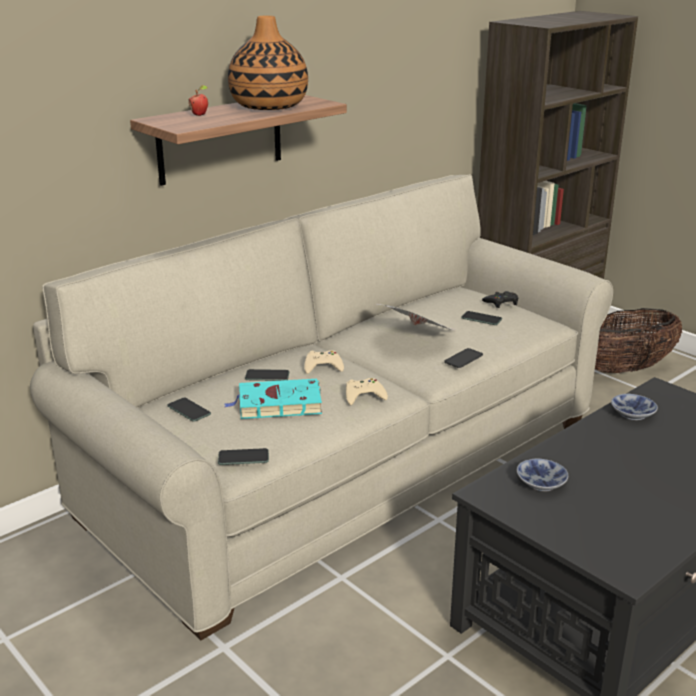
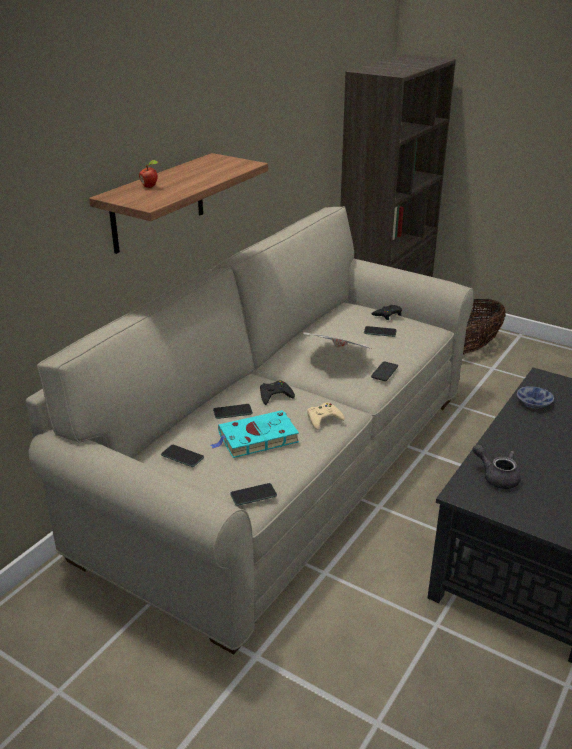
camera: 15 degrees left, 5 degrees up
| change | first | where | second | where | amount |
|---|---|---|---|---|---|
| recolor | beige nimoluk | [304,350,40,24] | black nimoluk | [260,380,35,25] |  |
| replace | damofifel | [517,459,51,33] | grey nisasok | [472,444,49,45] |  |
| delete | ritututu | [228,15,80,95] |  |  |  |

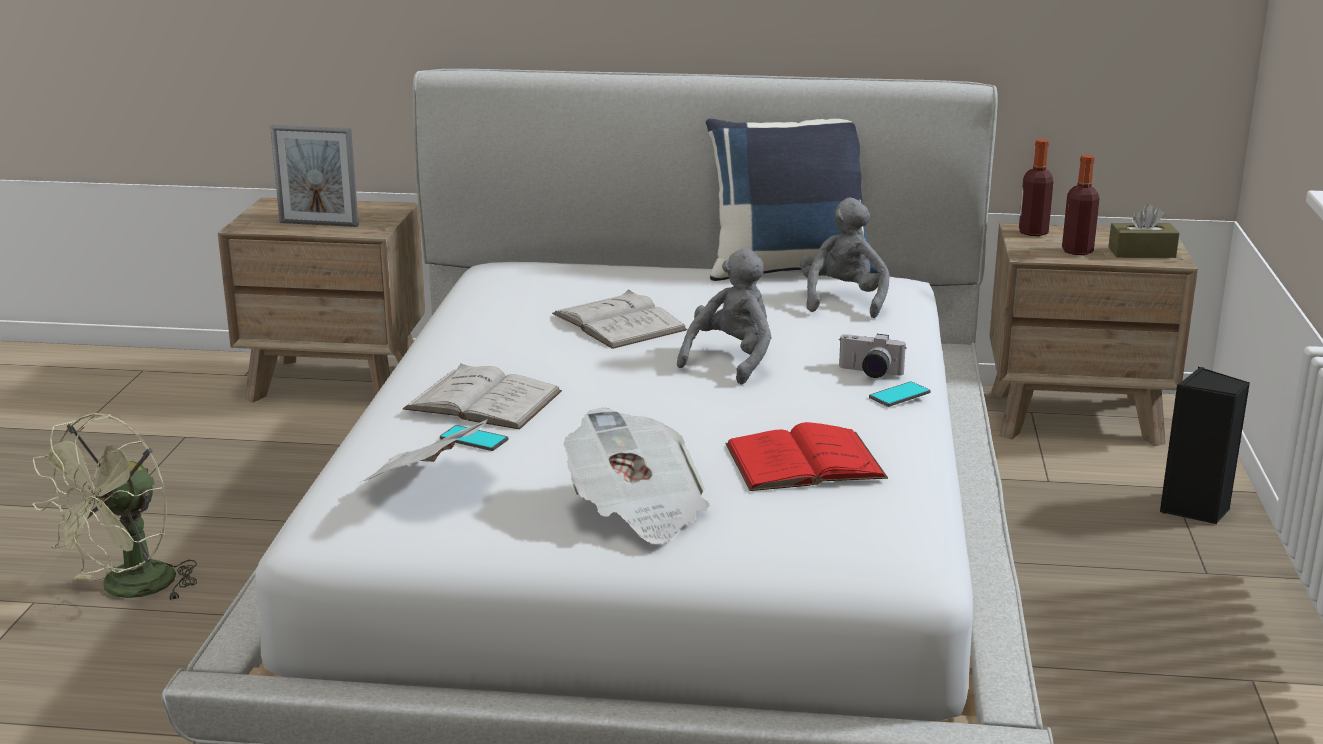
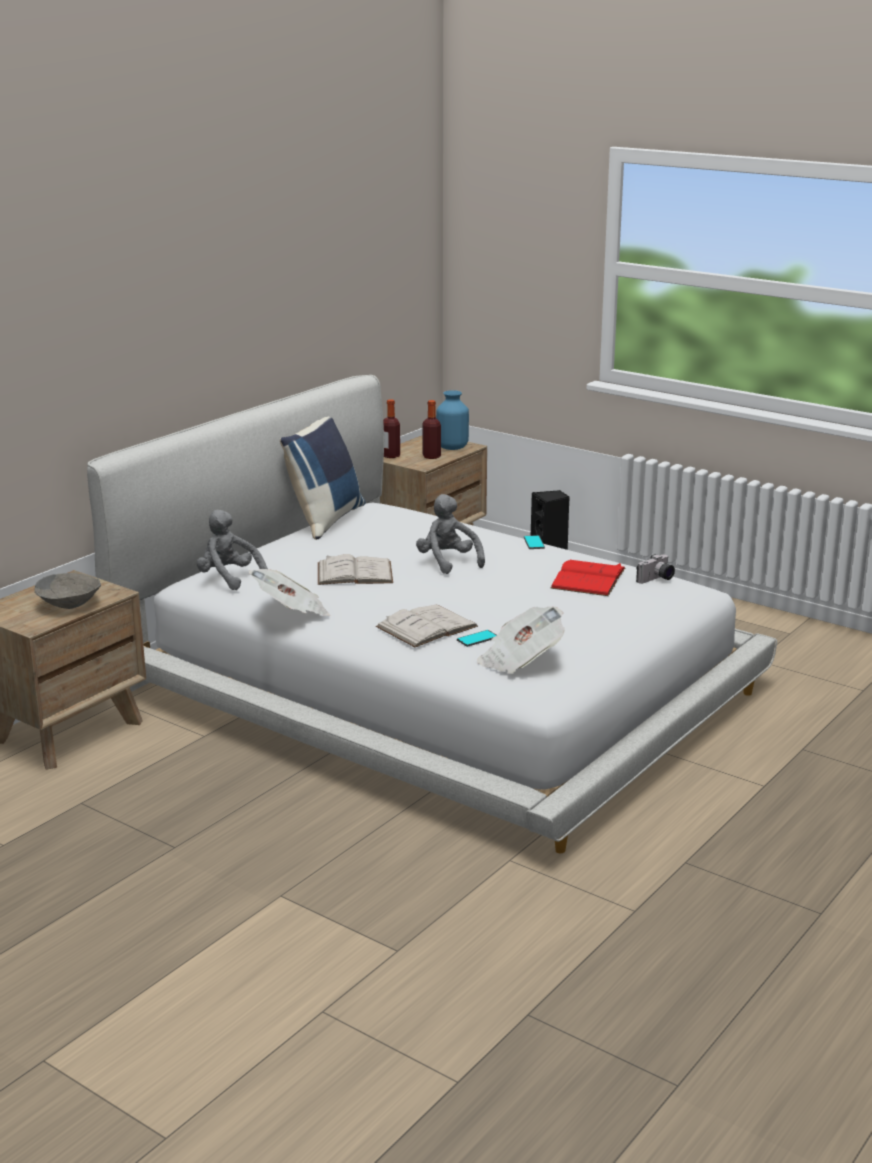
camera: 60 degrees left, 0 degrees up
| change | first | where | second | where | amount |
|---|---|---|---|---|---|
| replace | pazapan | [270,125,89,102] | grey damofifel | [34,573,67,36] |  |
| move | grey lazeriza | [800,198,89,120] |  | [196,510,72,80] |  |
| move | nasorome | [563,408,147,136] |  | [248,569,82,47] |  |
| replace | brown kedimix | [1108,204,71,54] | blue ritututu | [436,390,33,60] |  |
| move | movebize | [839,334,67,44] |  | [636,554,39,30] |  |
| delete | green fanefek | [33,413,164,189] |  |  |  |

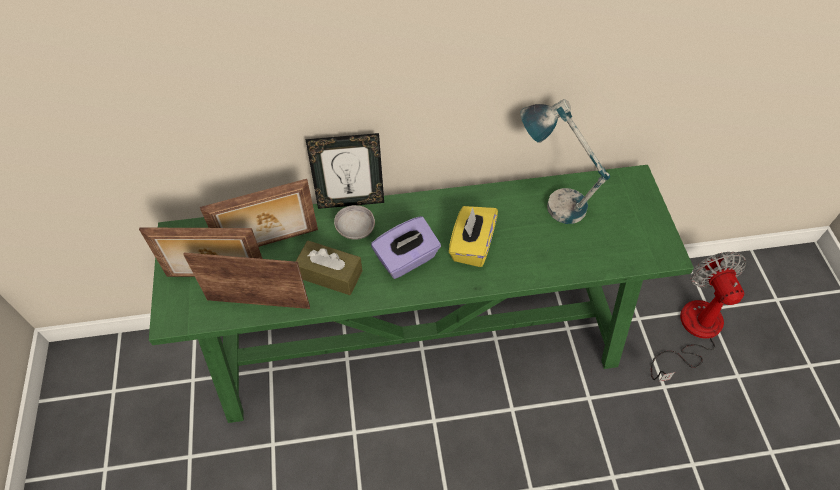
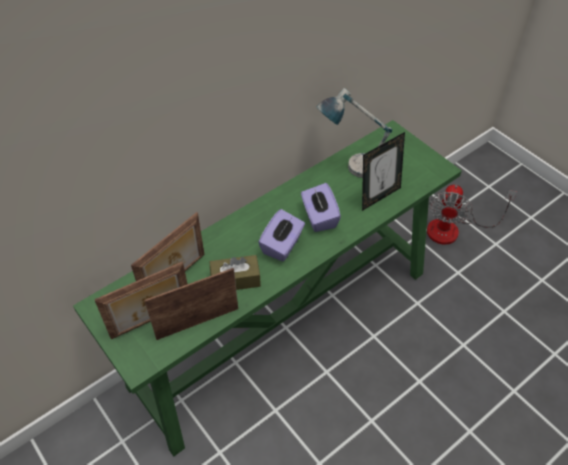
camera: 30 degrees left, 5 degrees down
| change | first | where | second | where | amount |
|---|---|---|---|---|---|
| recolor | yellow kedimix | [449,206,49,61] | purple kedimix | [301,183,40,49] |  |
| move | pazapan | [305,133,79,76] |  | [362,132,43,79] |  |
| rotate | fanefek | [651,252,95,130] |  | [427,185,90,60] | 120 degrees counterclockwise |
| delete | grey damofifel | [334,205,41,35] |  |  |  |

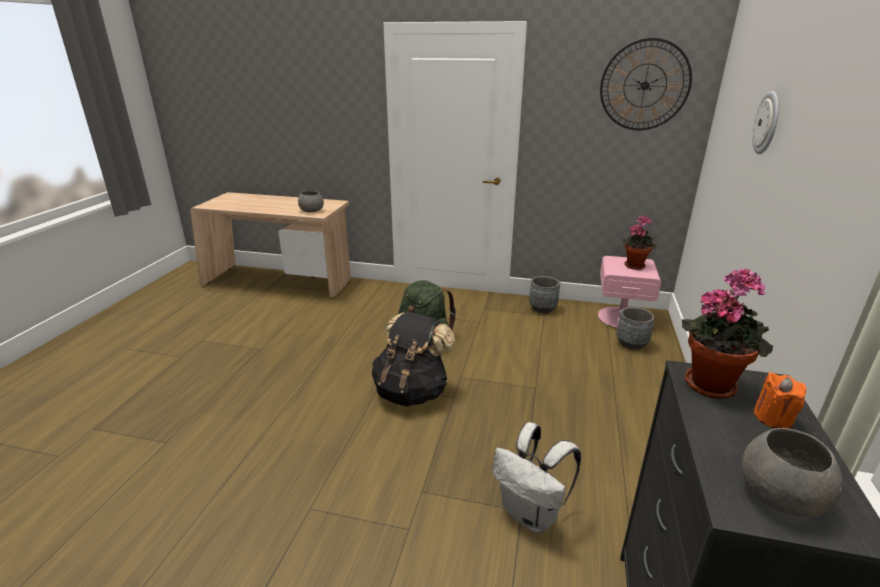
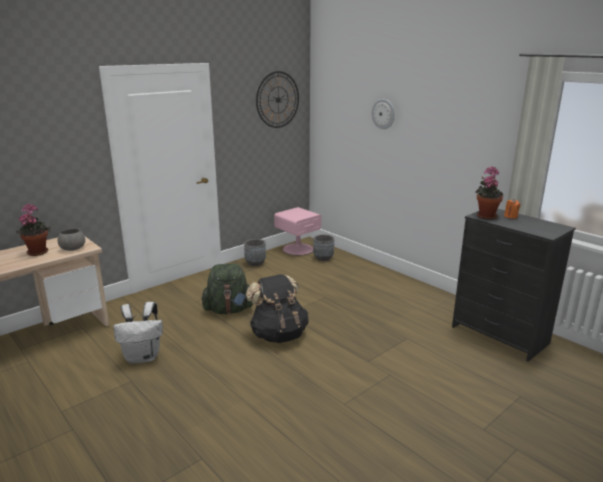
camera: 55 degrees left, 5 degrees down
| change | first | where | second | where | amount |
|---|---|---|---|---|---|
| move | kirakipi | [622,215,35,55] |  | [16,204,35,52] |  |
| move | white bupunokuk | [492,422,89,111] |  | [113,302,50,62] |  |
| delete | grey damofifel | [742,428,101,90] |  |  |  |

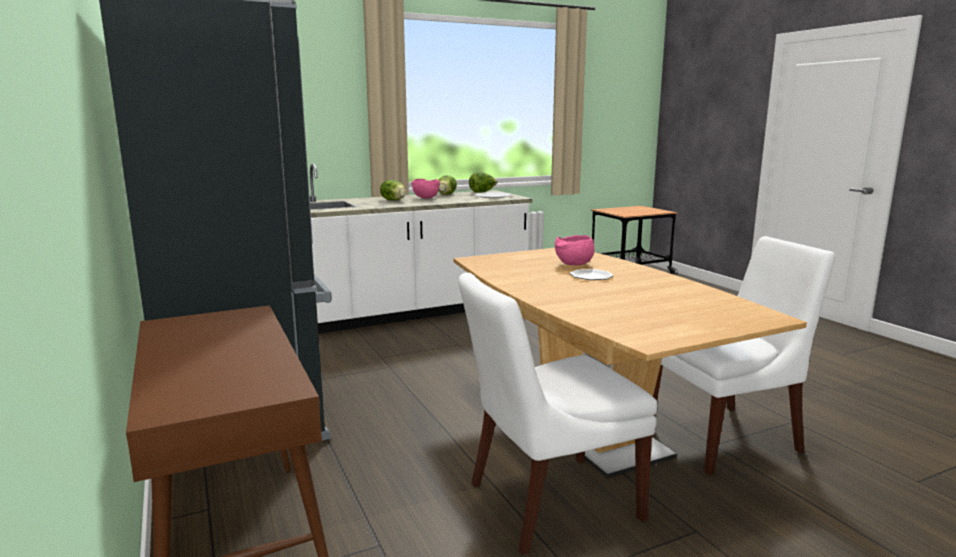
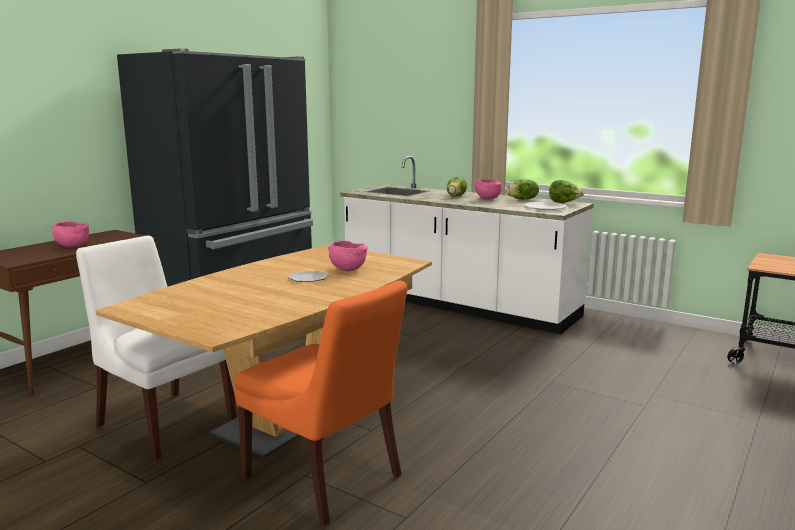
camera: 60 degrees right, 0 degrees up
| change | first | where | second | where | amount |
|---|---|---|---|---|---|
| insert |  |  | pink damofifel | [52,221,37,27] |  |
| recolor | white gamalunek | [653,236,182,239] | orange gamalunek | [234,281,173,245] |  |

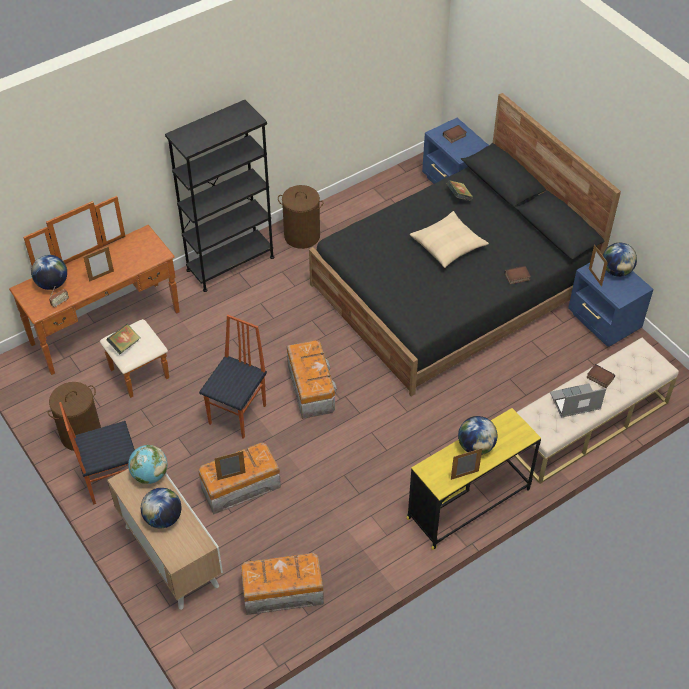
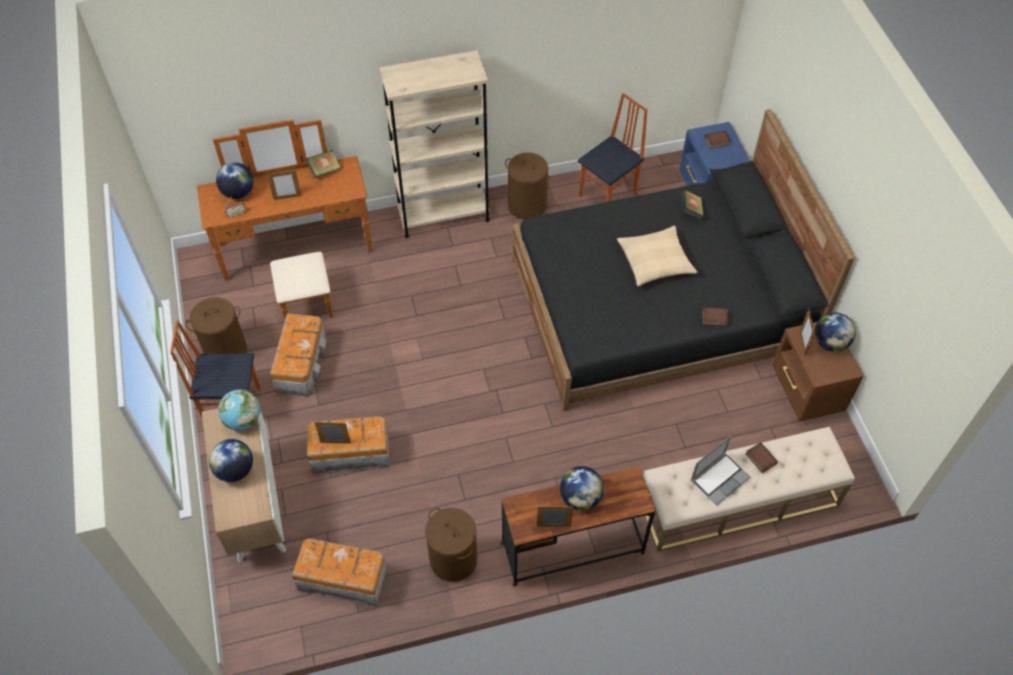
camera: 20 degrees right, 5 degrees up
| change | first | where | second | where | amount |
|---|---|---|---|---|---|
| move | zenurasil | [287,340,50,79] |  | [270,313,57,83] |  |
| move | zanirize | [106,324,34,31] |  | [306,150,35,28] |  |
| recolor | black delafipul | [165,100,109,192] | beige delafipul | [379,50,111,188] |  |
| insert |  |  | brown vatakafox | [425,508,52,74] |  |
| recolor | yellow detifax | [406,408,135,142] | brown detifax | [500,466,155,120] |  |
| move | gamalunek | [199,315,68,124] |  | [578,93,69,109] |  |
| rotate | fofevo | [550,383,56,35] |  | [691,436,60,69] | 135 degrees clockwise |
| recolor | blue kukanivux | [568,263,86,84] | brown kukanivux | [772,322,92,100] |  |

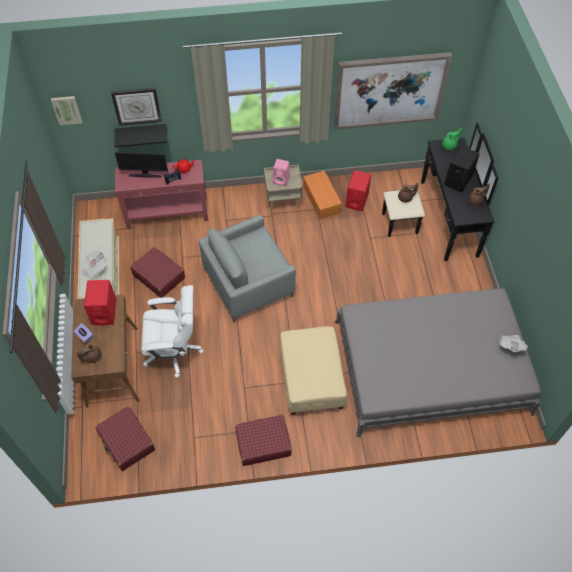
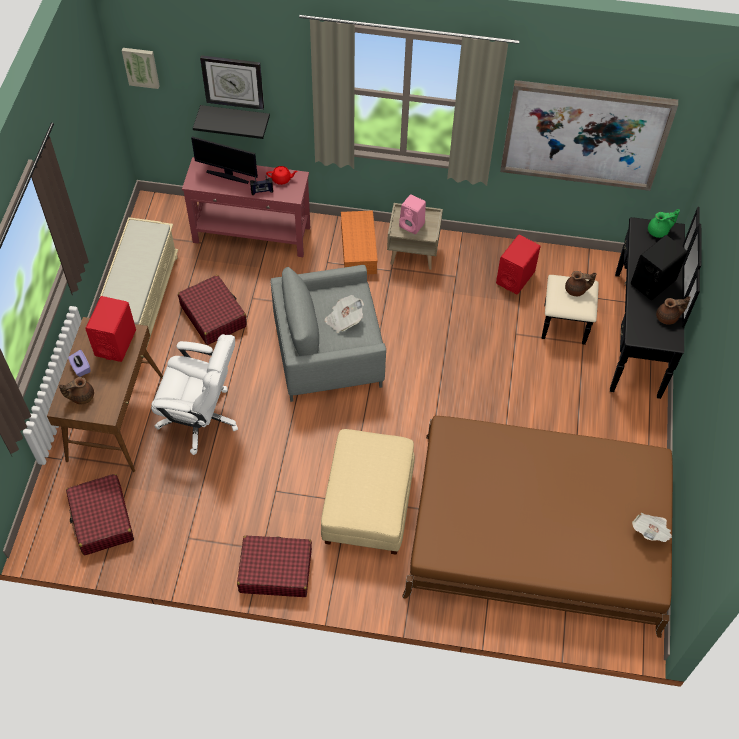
camera: 15 degrees right, 0 degrees up
| change | first | where | second | where | amount |
|---|---|---|---|---|---|
| move | nasorome | [80,250,26,30] |  | [325,295,39,38] |  |
| move | orange zenurasil | [303,171,39,48] |  | [341,210,37,64] |  |
| recolor | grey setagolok | [335,288,206,149] | brown setagolok | [402,416,271,222] |  |

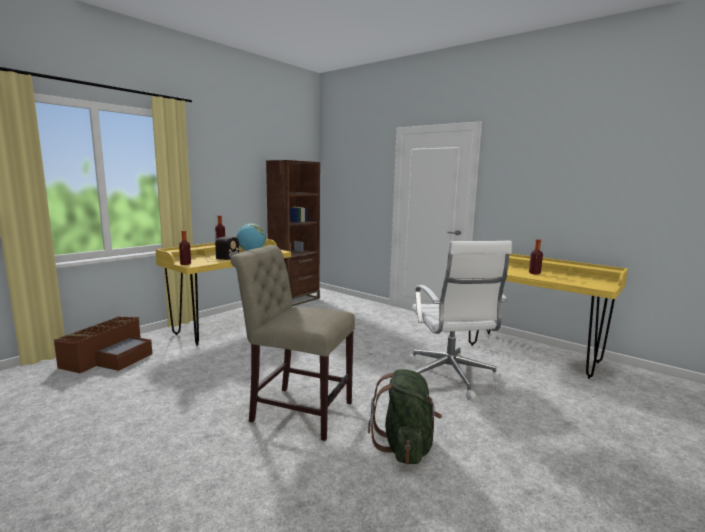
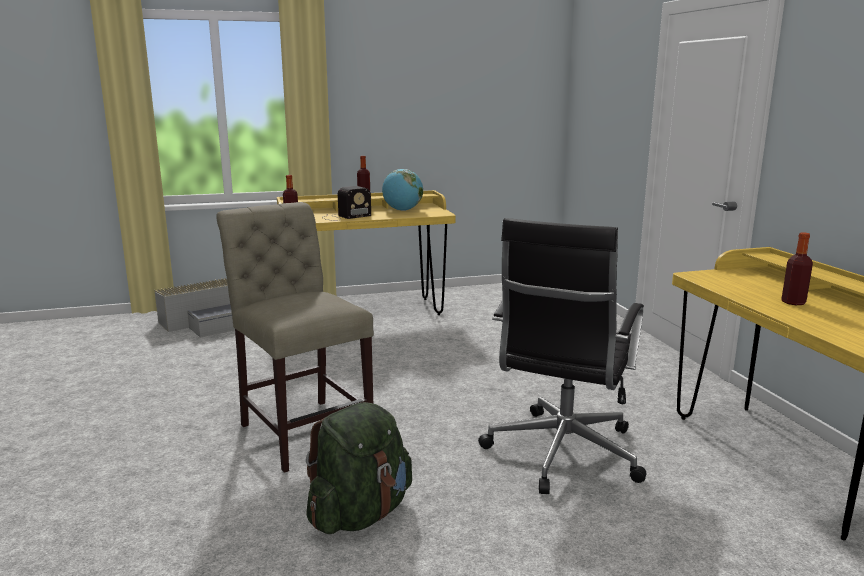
camera: 35 degrees right, 5 degrees up
| change | first | where | second | where | amount |
|---|---|---|---|---|---|
| recolor | brown zenurasil | [53,317,99,56] | grey zenurasil | [154,278,81,60] |  |
| recolor | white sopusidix | [408,241,104,159] | black sopusidix | [478,218,168,276] |  |
| delete | brown delafipul | [266,160,54,146] |  |  |  |

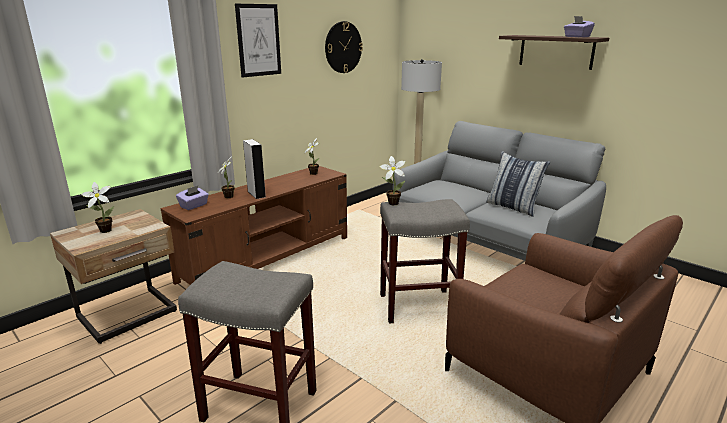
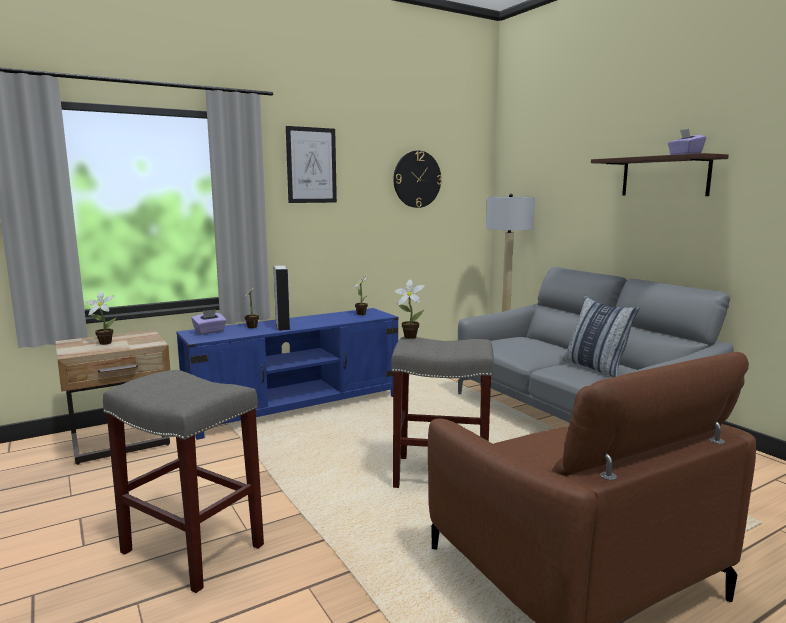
camera: 15 degrees right, 10 degrees down
| change | first | where | second | where | amount |
|---|---|---|---|---|---|
| recolor | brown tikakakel | [160,166,187,119] | blue tikakakel | [176,308,222,132] |  |

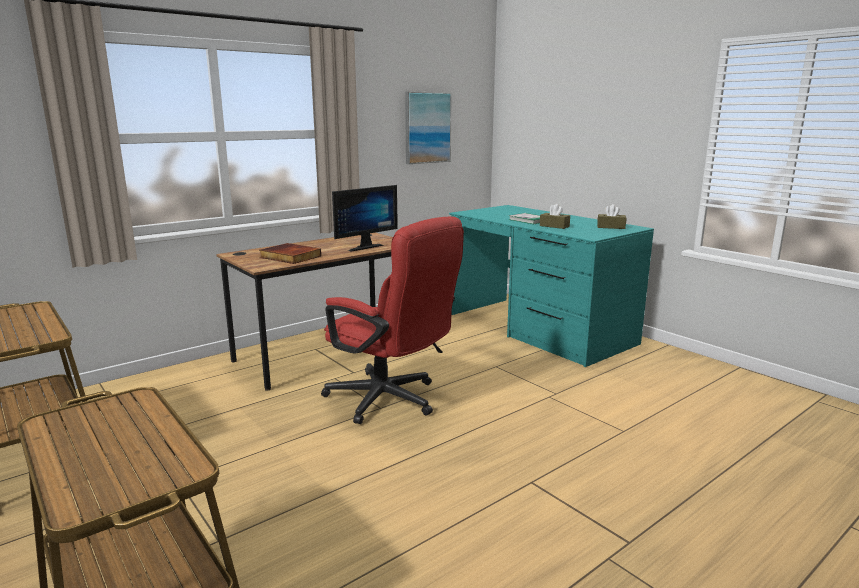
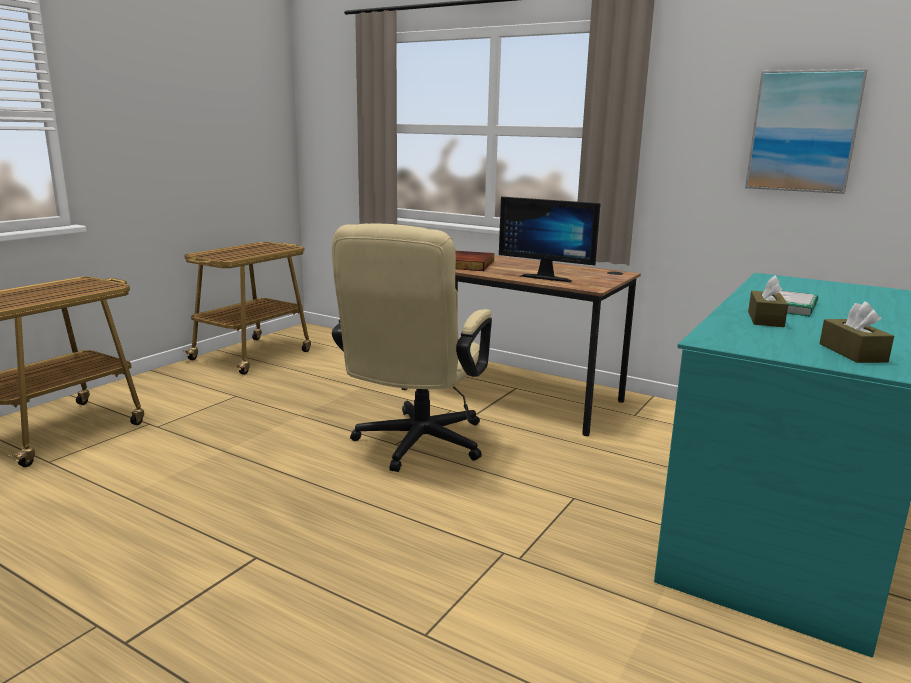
camera: 70 degrees right, 0 degrees up
| change | first | where | second | where | amount |
|---|---|---|---|---|---|
| recolor | red sopusidix | [321,216,143,208] | beige sopusidix | [332,224,160,248] |  |

